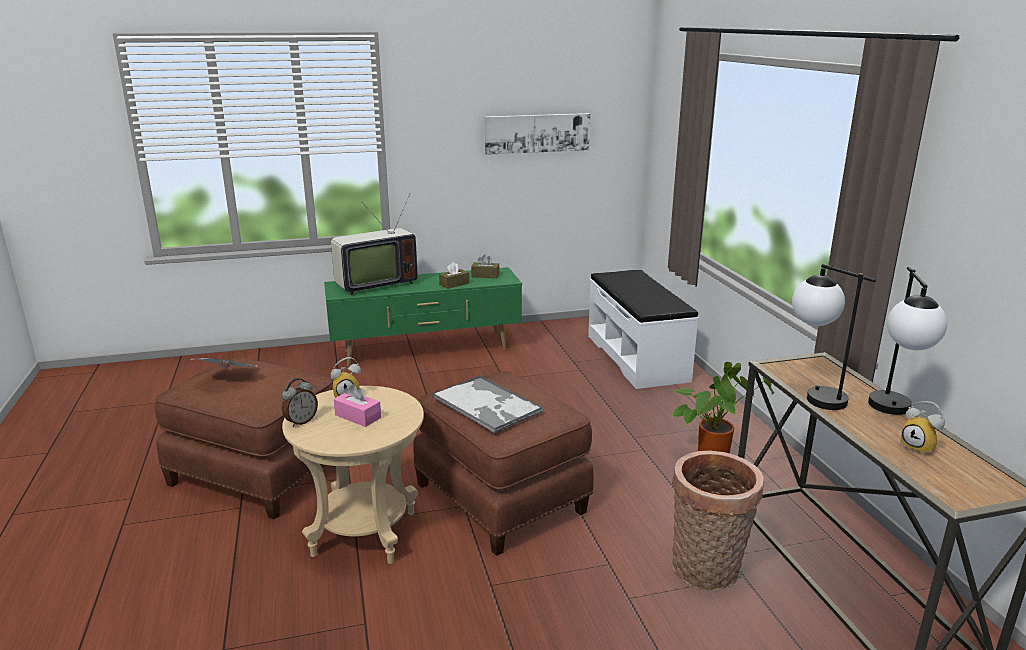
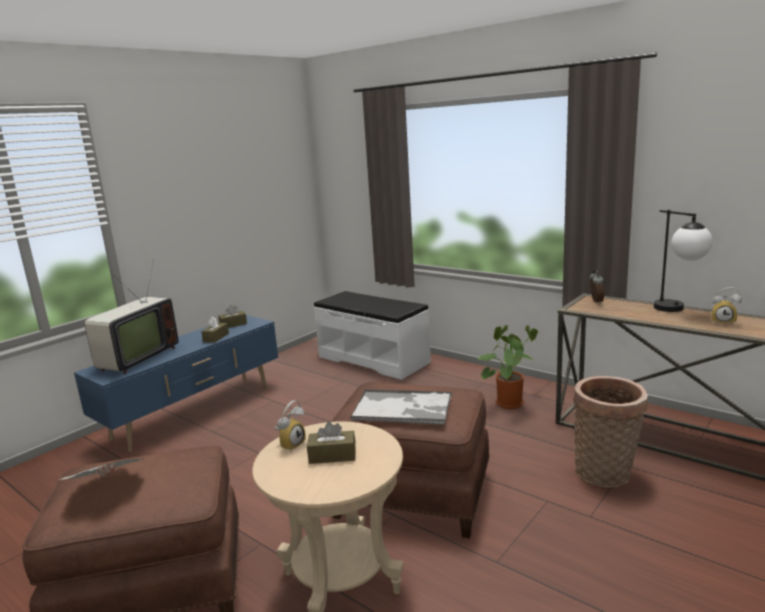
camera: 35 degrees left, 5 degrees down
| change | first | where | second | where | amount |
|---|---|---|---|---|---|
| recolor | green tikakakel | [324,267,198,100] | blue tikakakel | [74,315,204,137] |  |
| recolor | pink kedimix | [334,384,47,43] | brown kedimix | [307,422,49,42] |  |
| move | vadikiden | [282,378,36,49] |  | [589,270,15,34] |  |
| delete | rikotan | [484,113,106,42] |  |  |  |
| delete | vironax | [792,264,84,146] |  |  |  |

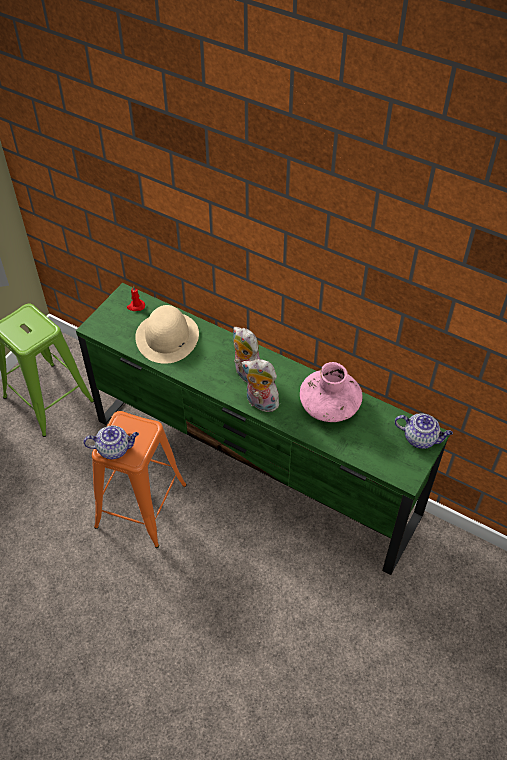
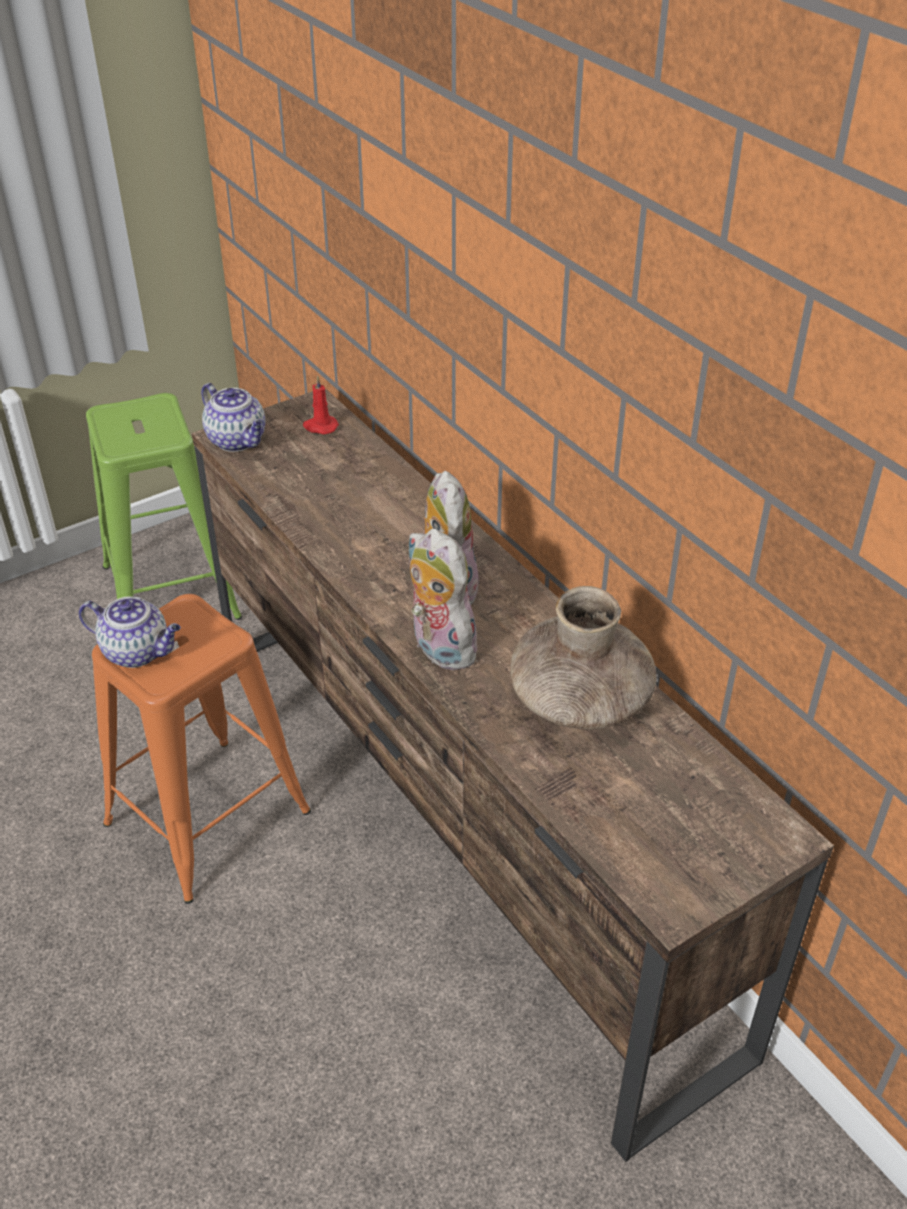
camera: 25 degrees right, 10 degrees down
| change | first | where | second | where | amount |
|---|---|---|---|---|---|
| recolor | green tikakakel | [76,283,374,292] | brown tikakakel | [192,388,642,774] |  |
| move | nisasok | [395,414,58,35] |  | [201,383,65,69] |  |
| recolor | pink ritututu | [300,362,63,60] | brown ritututu | [510,586,146,144] |  |
| delete | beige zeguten | [135,305,64,59] |  |  |  |

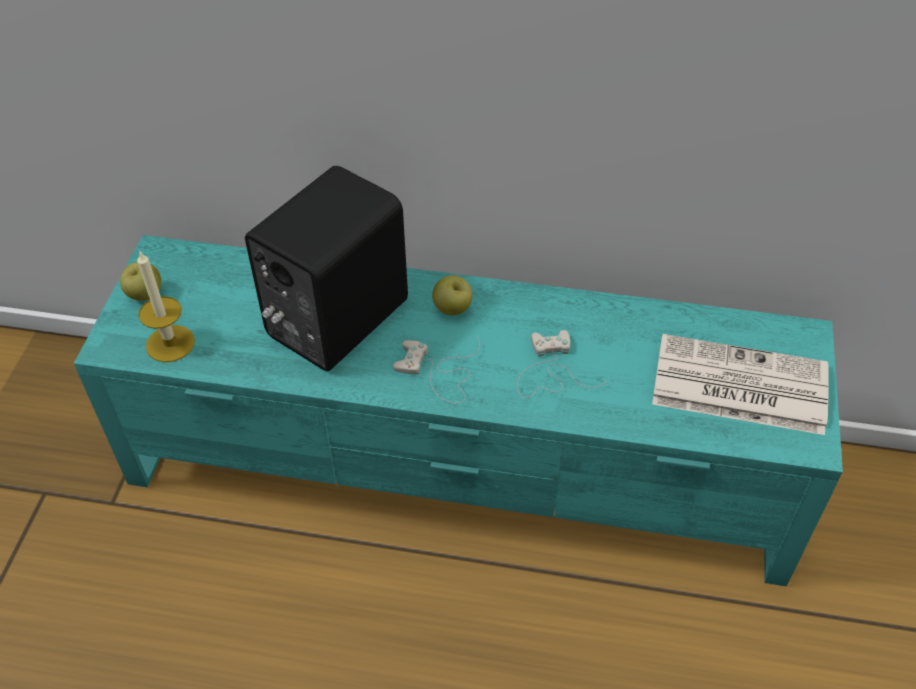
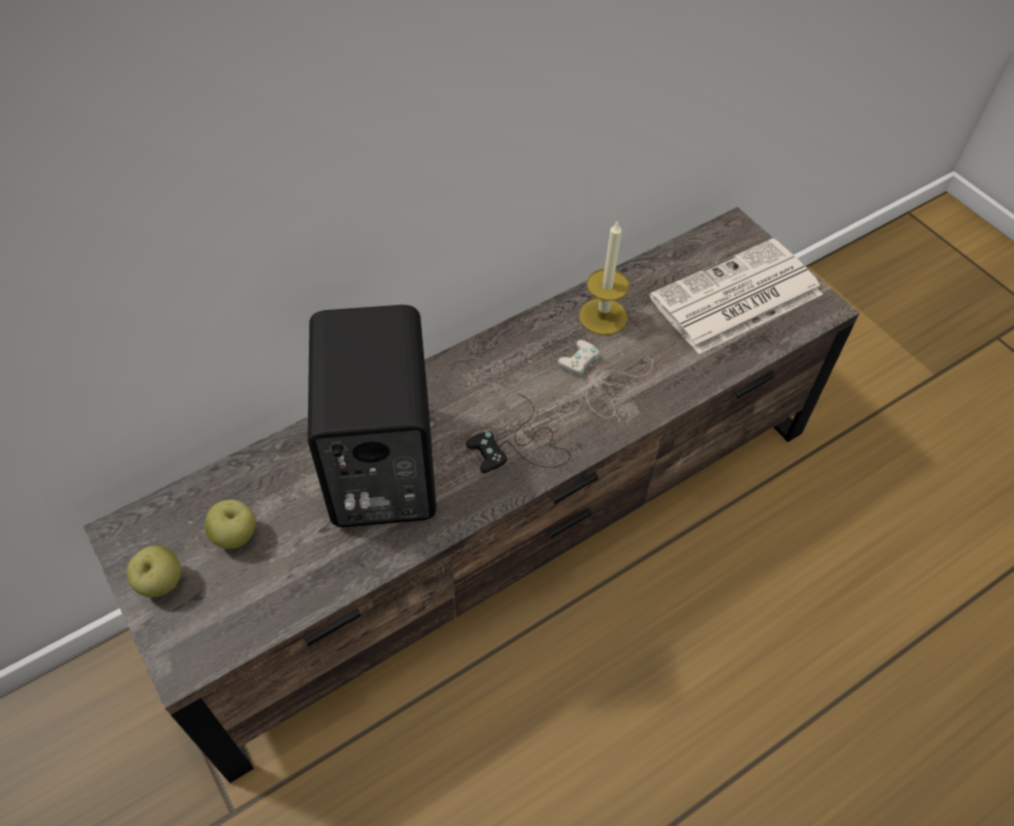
camera: 45 degrees left, 5 degrees up
| change | first | where | second | where | amount |
|---|---|---|---|---|---|
| recolor | turquoise tikakakel | [74,235,769,351] | brown tikakakel | [83,207,776,576] |  |
| move | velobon | [432,275,41,40] |  | [205,500,51,49] |  |
| recolor | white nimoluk | [393,336,87,67] | black nimoluk | [466,394,105,80] |  |
| move | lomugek | [137,250,58,112] |  | [579,220,50,115] |  |

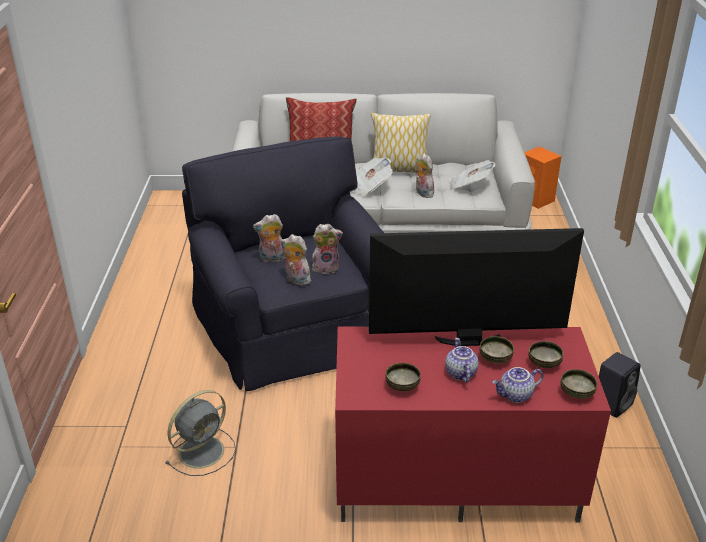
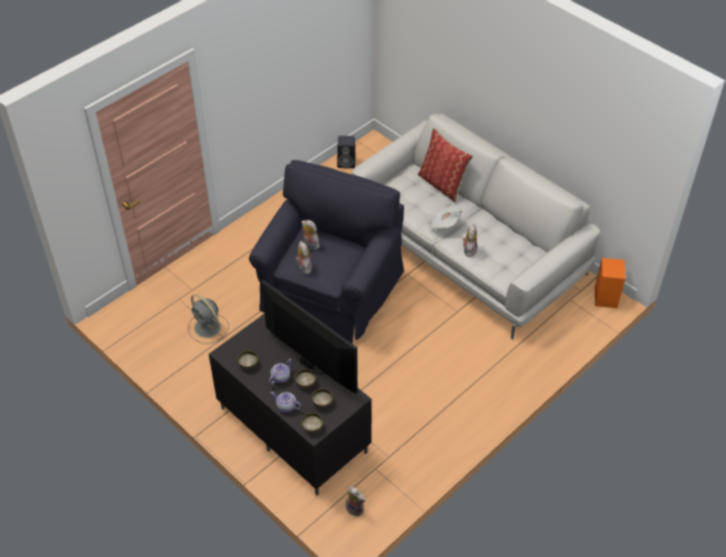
camera: 45 degrees right, 15 degrees up
| change | first | where | second | where | amount |
|---|---|---|---|---|---|
| rotate | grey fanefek | [166,390,70,86] |  | [188,294,41,50] | 45 degrees clockwise |
| recolor | red tikakakel | [335,327,276,195] | black tikakakel | [209,313,163,183] |  |
| move | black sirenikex | [599,352,42,66] |  | [337,136,19,32] |  |
| move | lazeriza | [312,224,31,50] |  | [346,487,20,30] |  |
| delete | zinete | [371,113,60,60] |  |  |  |
| delete | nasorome | [448,160,47,29] |  |  |  |

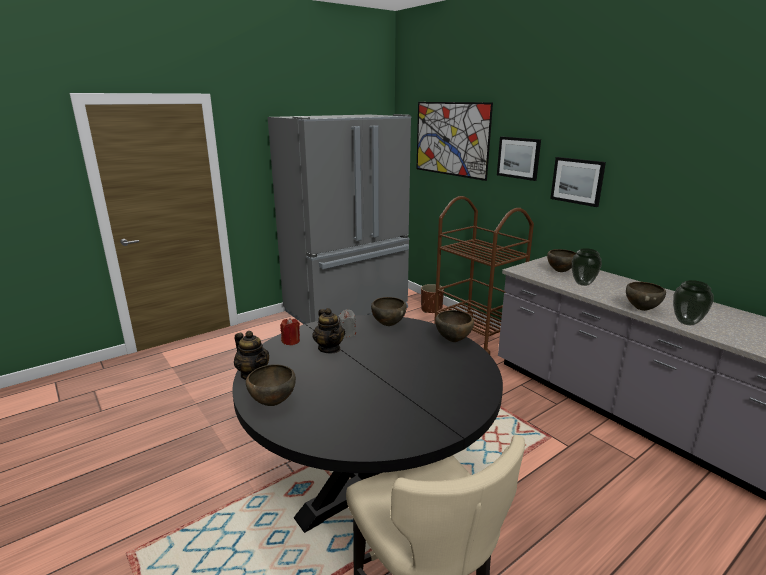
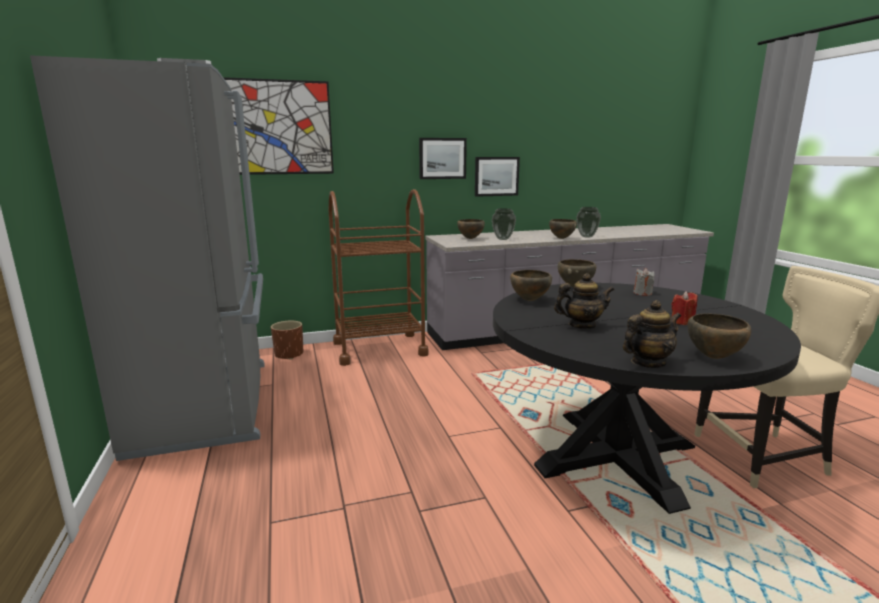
camera: 70 degrees left, 5 degrees down
| change | first | where | second | where | amount |
|---|---|---|---|---|---|
| move | rikotan | [497,137,44,44] |  | [475,157,45,40] |  |
| move | grey lomugek | [338,309,18,28] |  | [633,268,22,28] |  |
| move | red lomugek | [280,318,20,27] |  | [672,291,26,34] |  |

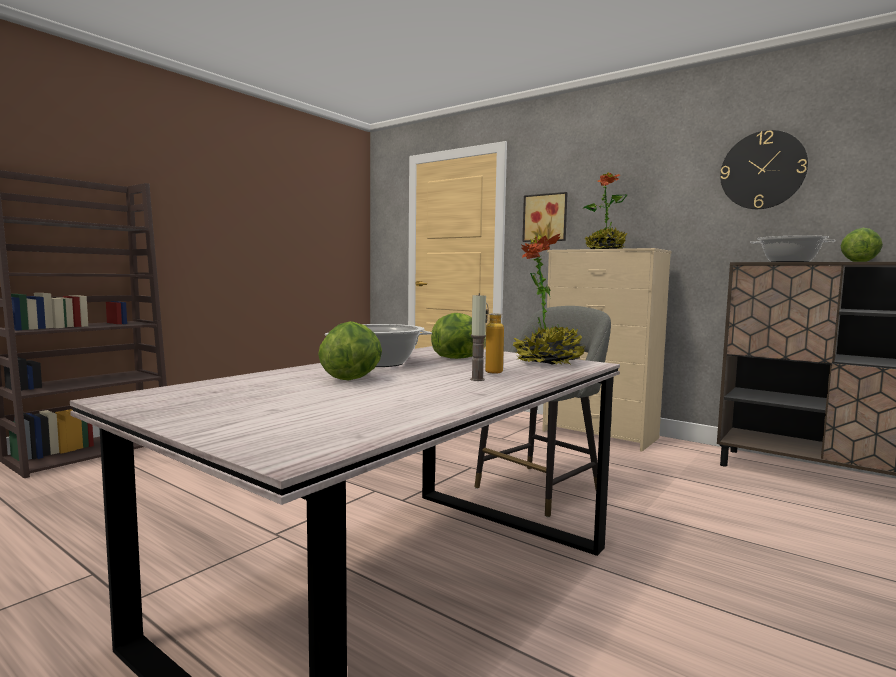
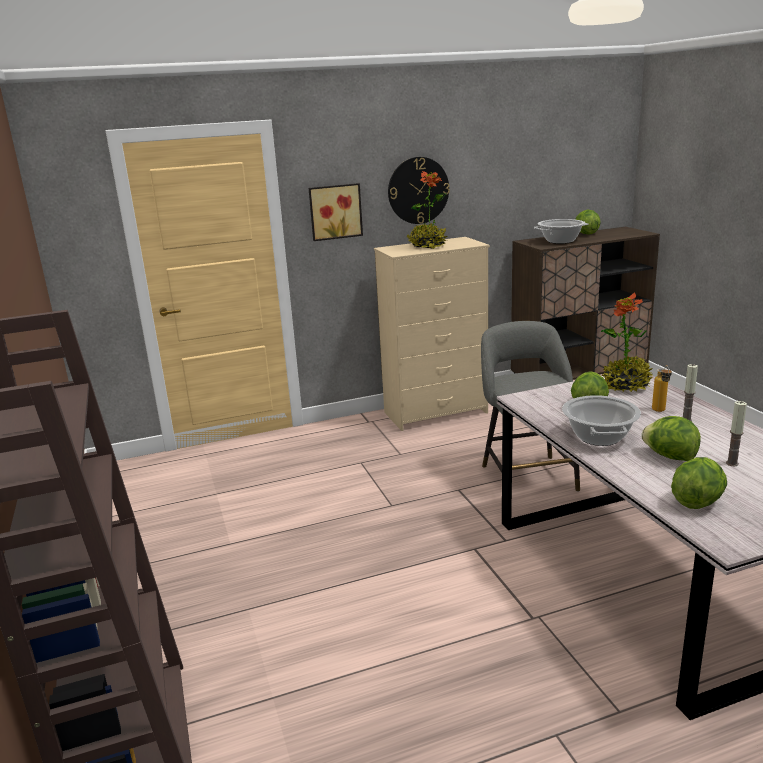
camera: 55 degrees left, 15 degrees up
| change | first | where | second | where | amount |
|---|---|---|---|---|---|
| move | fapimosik | [720,130,88,79] |  | [388,157,62,67] |  |
| insert |  |  | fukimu | [671,457,56,52] |  |
| insert |  |  | lomugek | [726,401,21,65] |  |

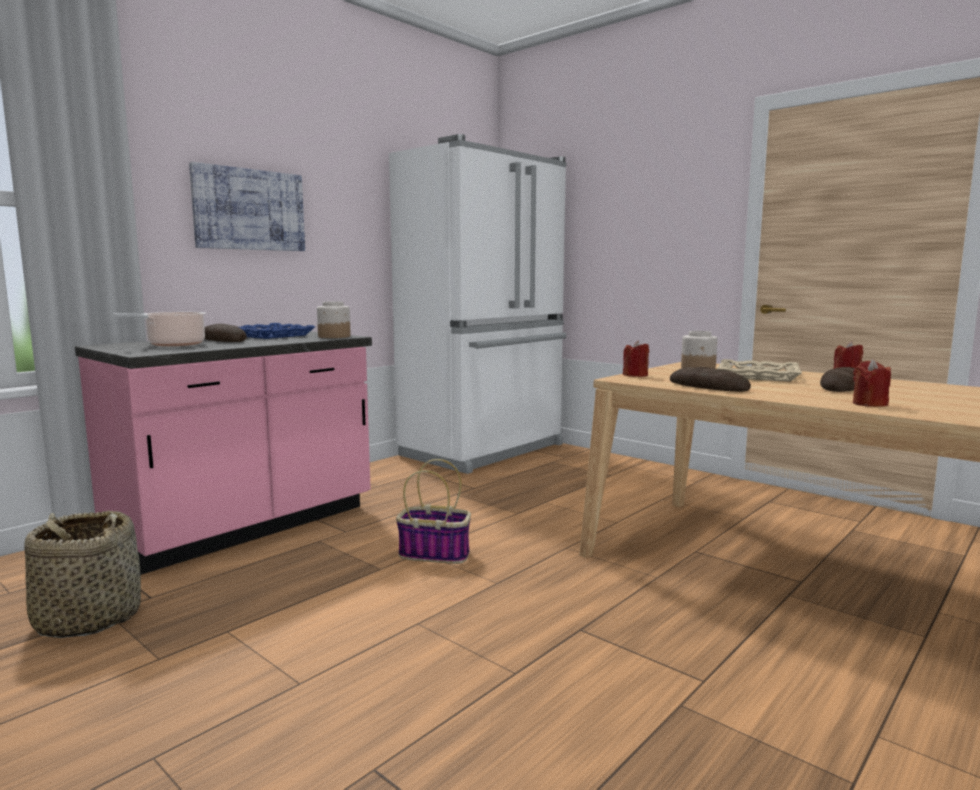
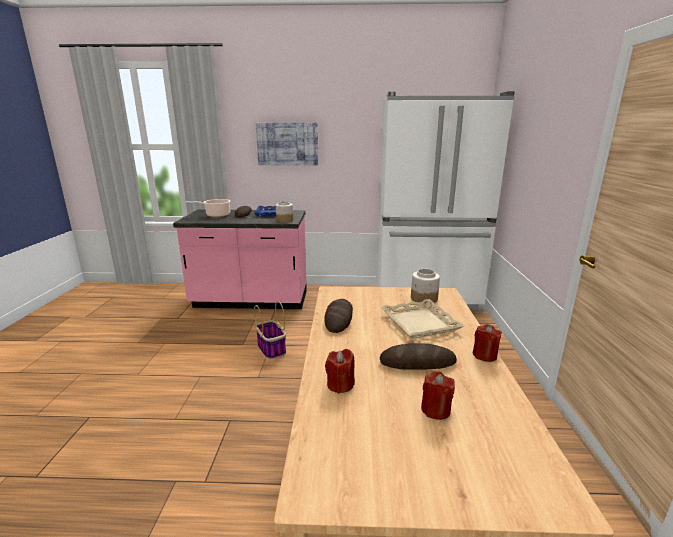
camera: 50 degrees right, 10 degrees up
| change | first | where | second | where | amount |
|---|---|---|---|---|---|
| move | red lomugek | [623,340,26,37] |  | [421,371,34,49] |  |
| delete | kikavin | [24,511,117,127] |  |  |  |

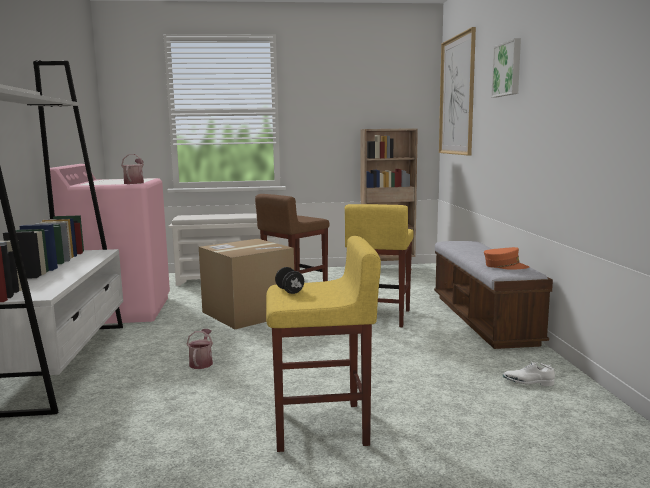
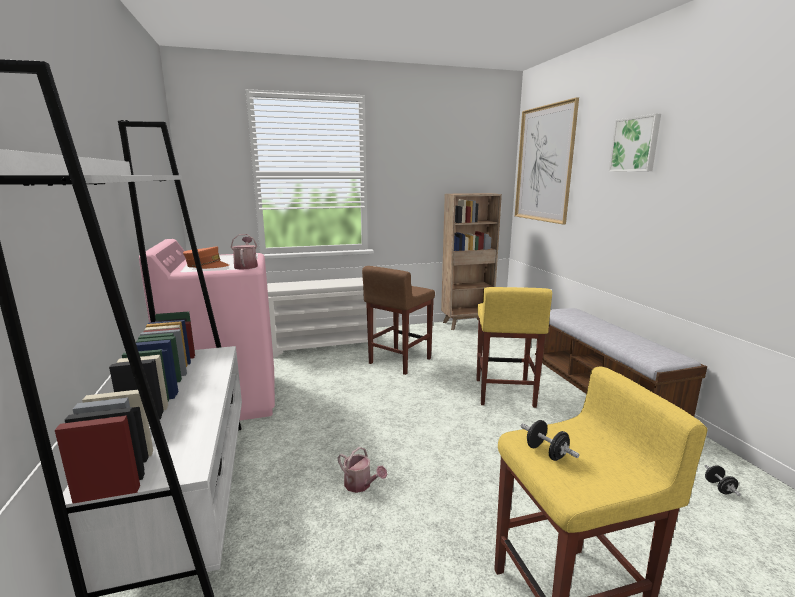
camera: 10 degrees left, 5 degrees up
| change | first | where | second | where | amount |
|---|---|---|---|---|---|
| move | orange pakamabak | [484,247,45,23] |  | [183,246,46,23] |  |
| rotate | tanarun | [187,329,26,40] |  | [338,447,49,46] | 135 degrees clockwise |
| replace | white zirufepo | [503,362,52,24] | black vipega | [705,465,36,31] |  |
| delete | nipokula | [199,239,95,90] |  |  |  |

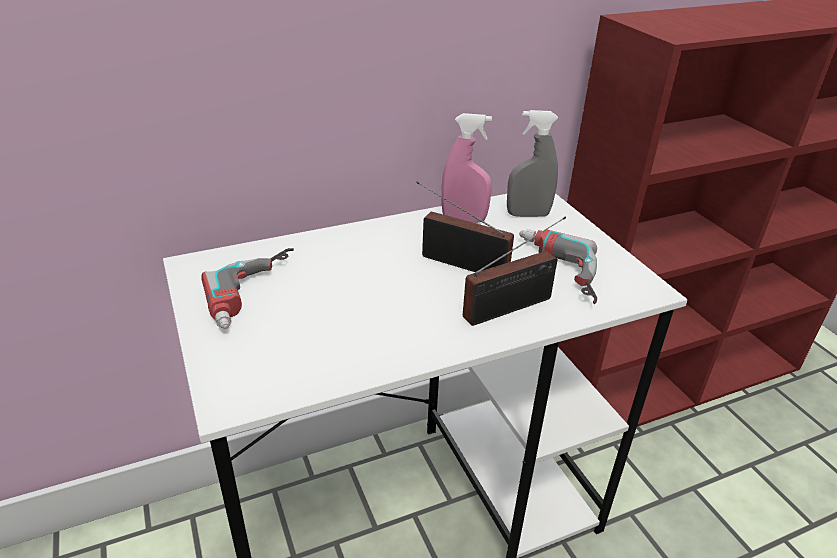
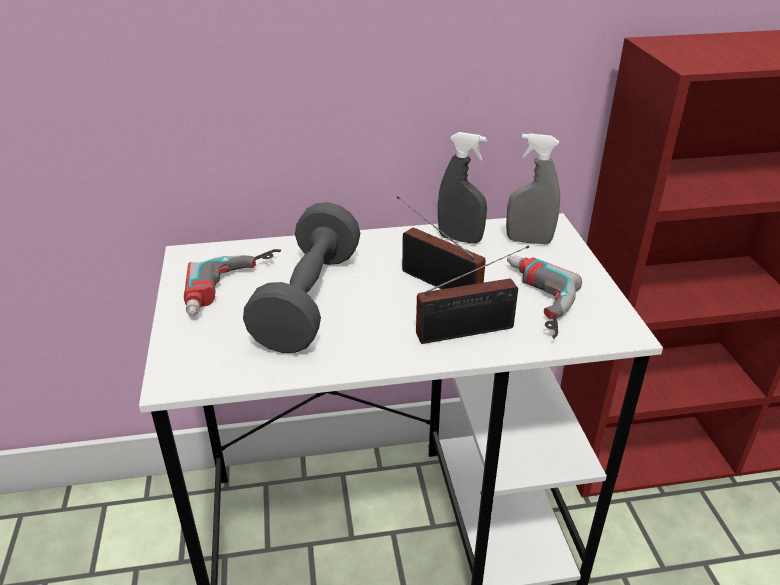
camera: 15 degrees right, 0 degrees up
| change | first | where | second | where | amount |
|---|---|---|---|---|---|
| insert |  |  | grey vipega | [243,202,117,151] |  |
| recolor | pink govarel | [441,113,51,110] | grey govarel | [438,132,49,111] |  |

